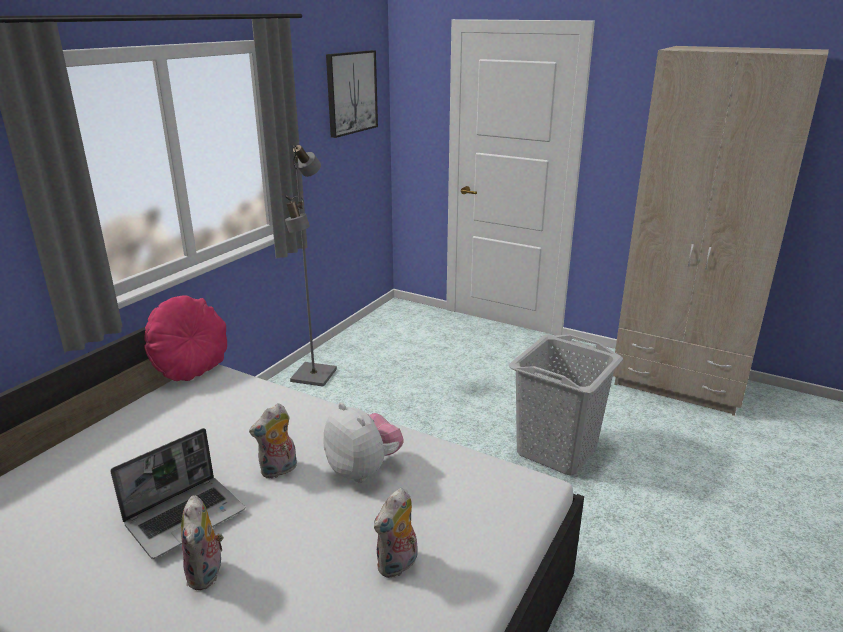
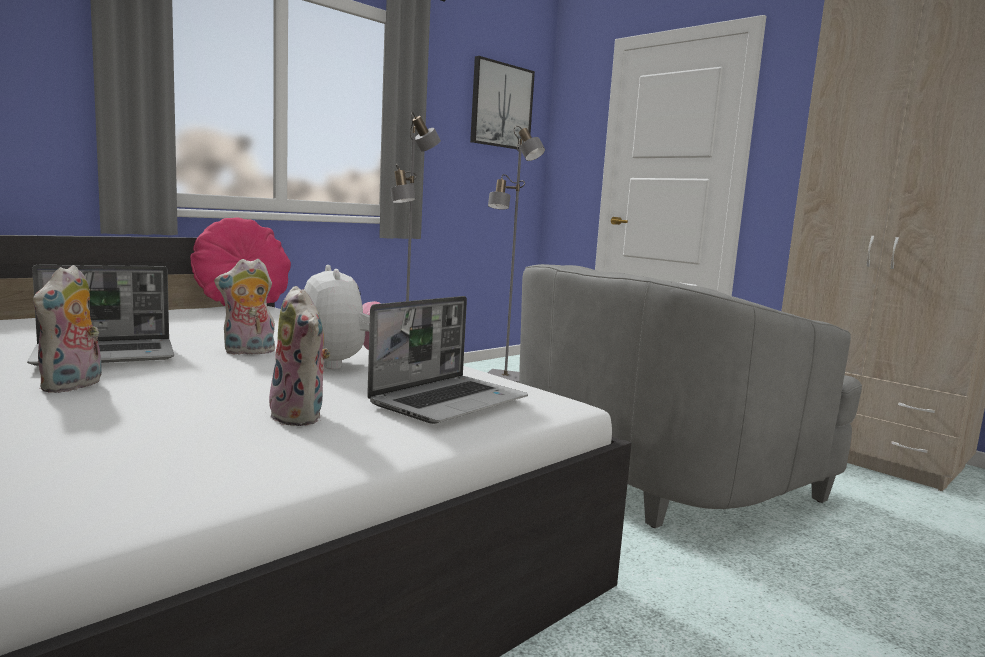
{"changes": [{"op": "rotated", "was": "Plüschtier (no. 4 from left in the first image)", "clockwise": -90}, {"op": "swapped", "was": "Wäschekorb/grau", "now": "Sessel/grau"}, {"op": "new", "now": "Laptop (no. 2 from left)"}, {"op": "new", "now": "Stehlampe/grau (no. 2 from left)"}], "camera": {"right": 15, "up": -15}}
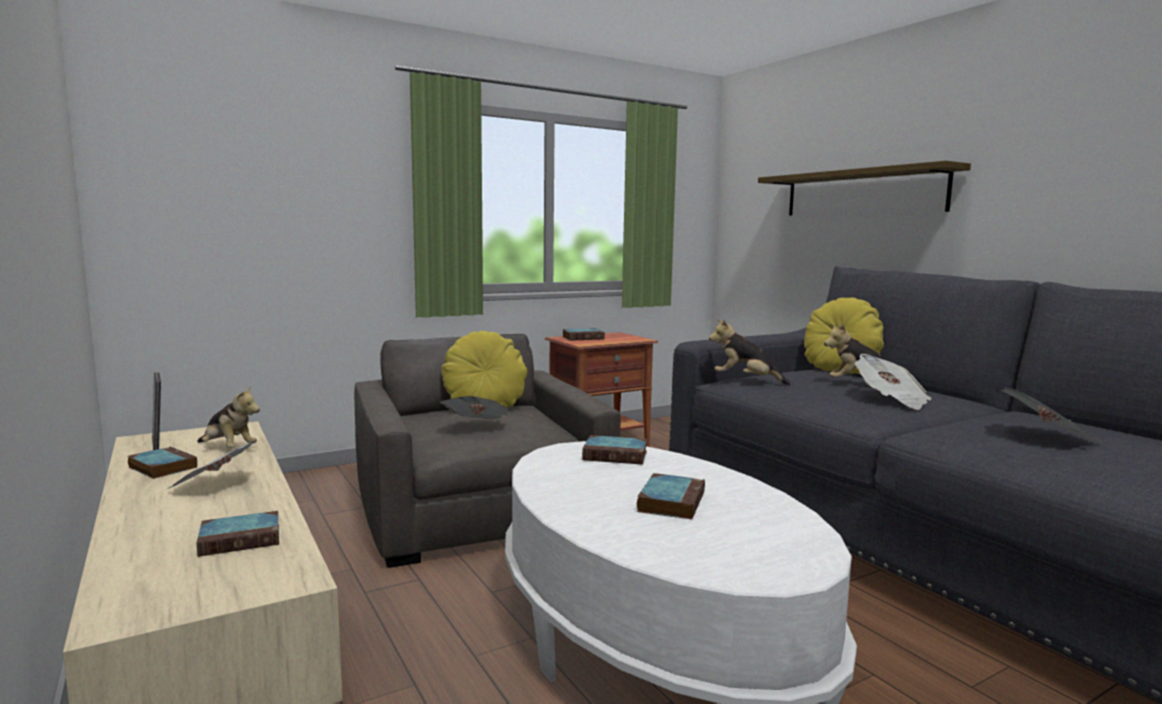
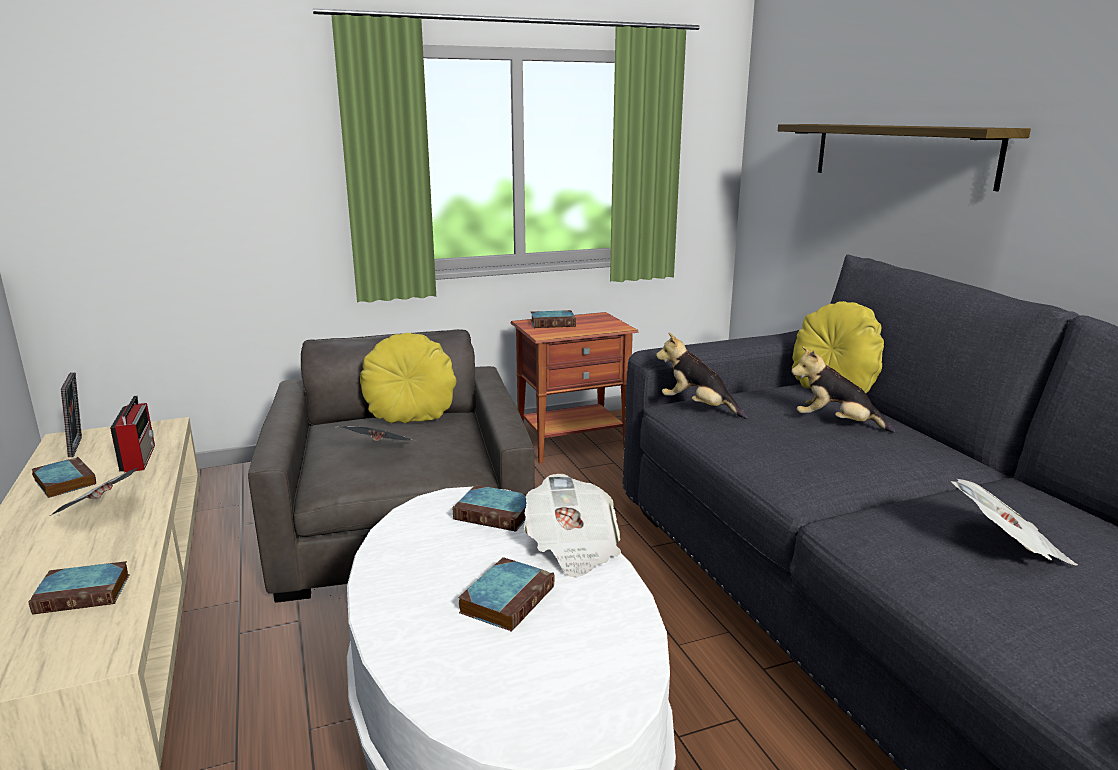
{"changes": [{"op": "swapped", "was": "Plüschtier (no. 1 from left)", "now": "Radio"}, {"op": "shifted", "was": "Zeitung (no. 3 from left)"}], "camera": {"right": 10, "up": 10}}
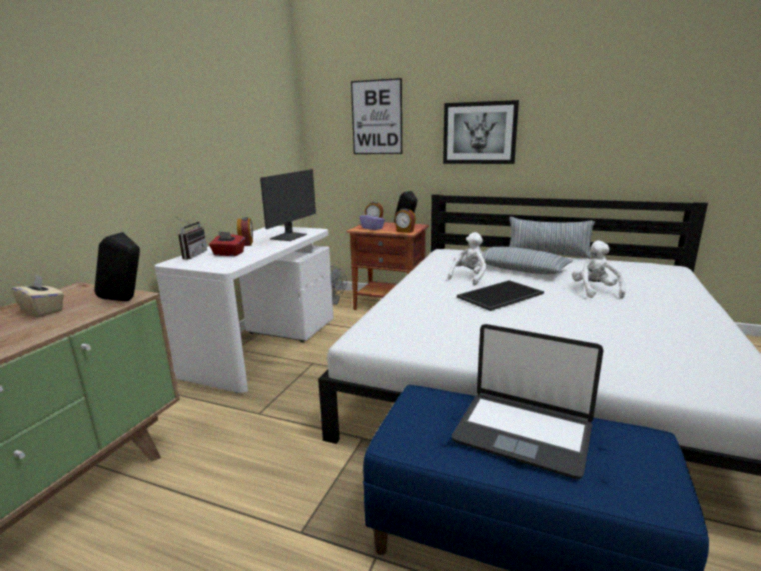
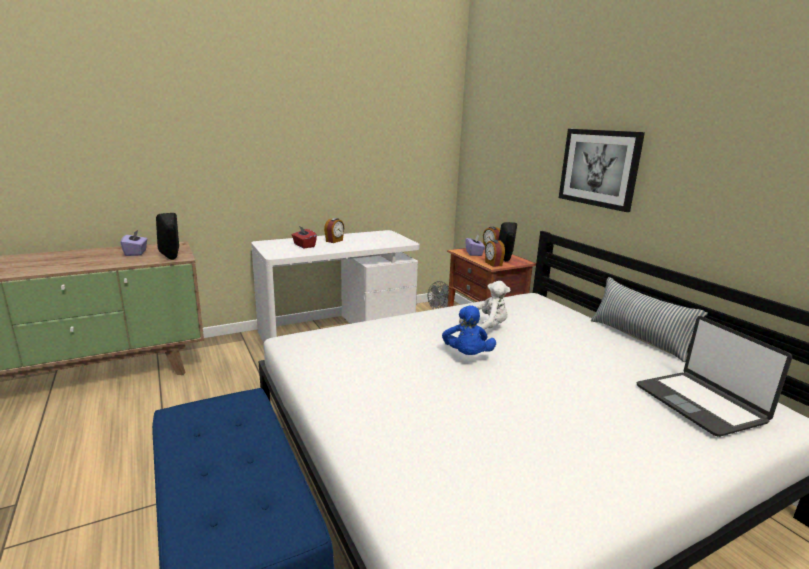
{"changes": [{"op": "repainted", "was": "Taschentuchbox/beige", "now": "Taschentuchbox/lila (no. 1 from left)"}, {"op": "gone", "was": "Radio"}, {"op": "gone", "was": "Monitor"}, {"op": "gone", "was": "Bild (no. 1 from left)"}, {"op": "shifted", "was": "Laptop"}, {"op": "swapped", "was": "Tablett", "now": "Plüschtier/blau"}, {"op": "gone", "was": "Kissen (no. 1 from left)"}, {"op": "gone", "was": "Plüschtier/weiß (no. 2 from left)"}], "camera": {"right": 40, "up": 0}}
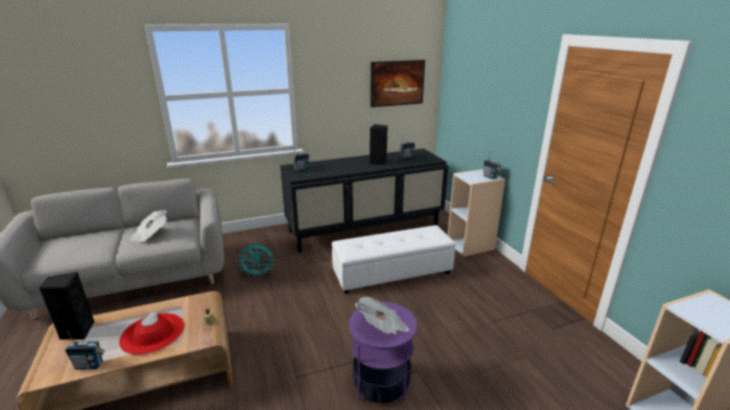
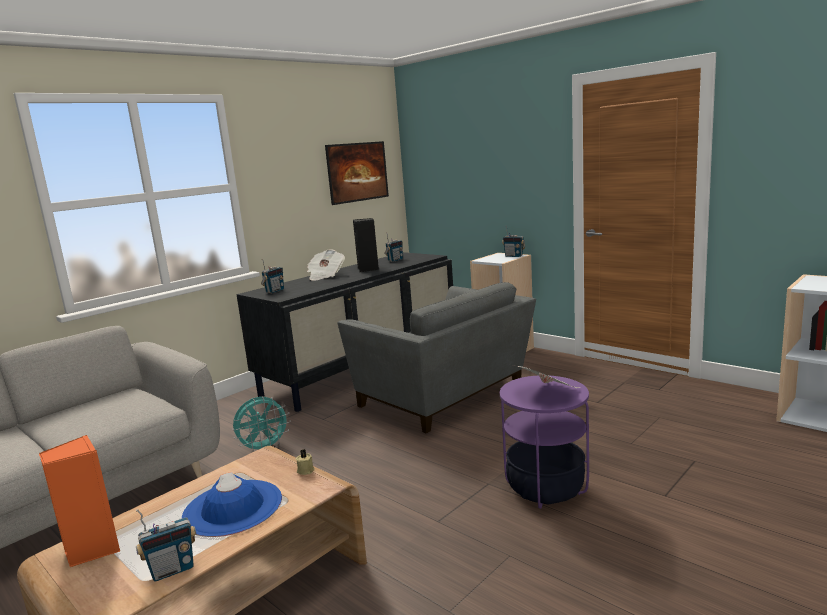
{"changes": [{"op": "repainted", "was": "Lautsprecher/schwarz (no. 1 from left)", "now": "Lautsprecher/orange"}, {"op": "repainted", "was": "Hut/rot", "now": "Hut/blau"}, {"op": "shifted", "was": "Zeitung (no. 1 from left)"}, {"op": "swapped", "was": "Polsterhocker/weiß", "now": "Sessel/grau"}], "camera": {"right": -25, "up": -10}}
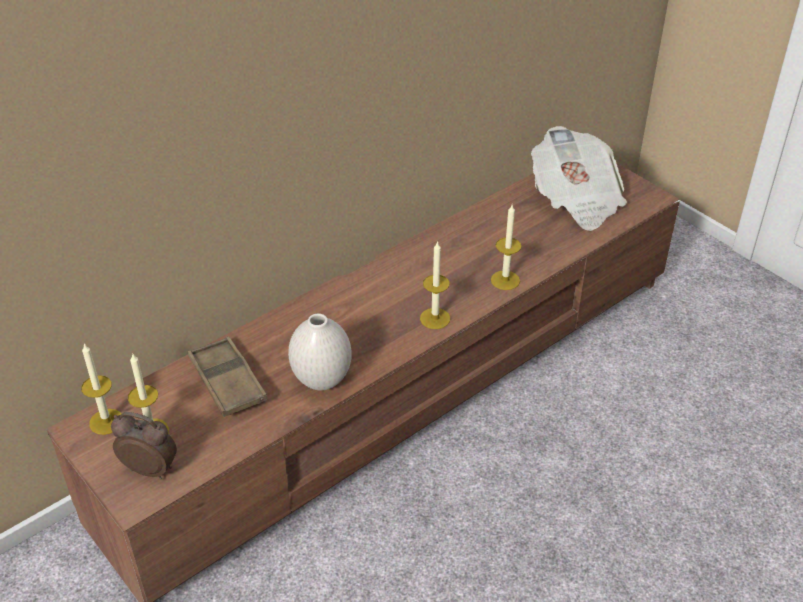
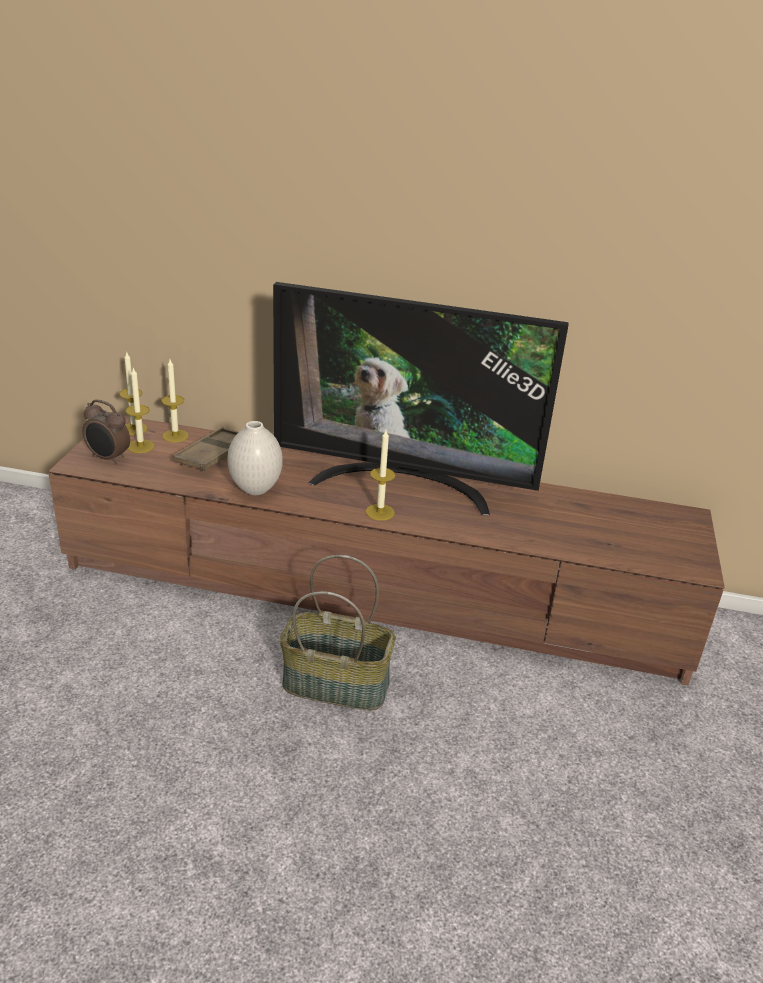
{"changes": [{"op": "rotated", "was": "Wecker", "clockwise": 135}, {"op": "shifted", "was": "Kerze (no. 4 from left in the first image)", "now": "Kerze (no. 3 from left)"}, {"op": "gone", "was": "Zeitung"}, {"op": "new", "now": "Fernseher"}, {"op": "new", "now": "Korb"}], "camera": {"right": 50, "up": -10}}
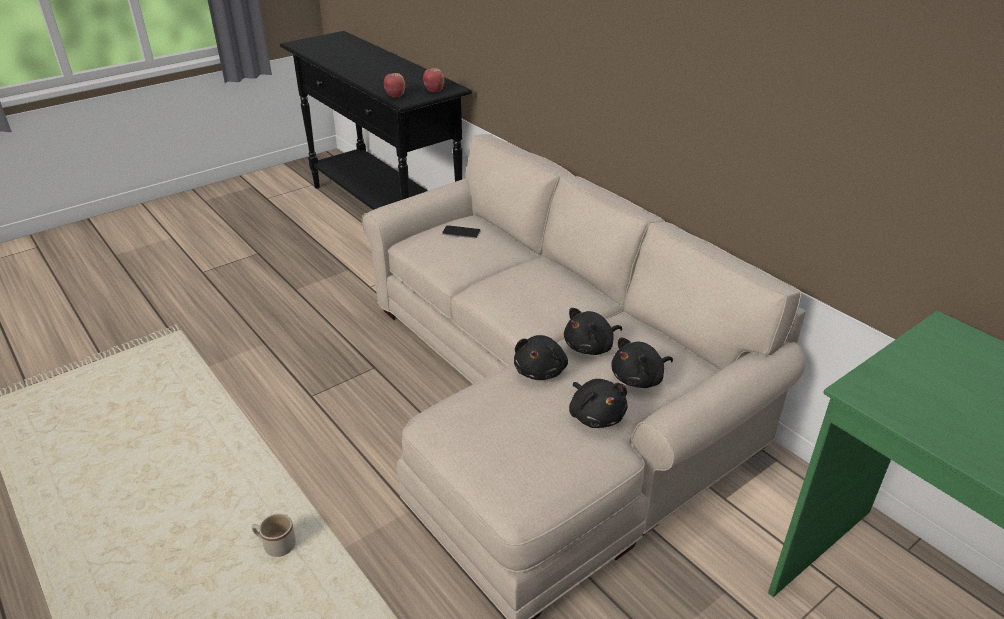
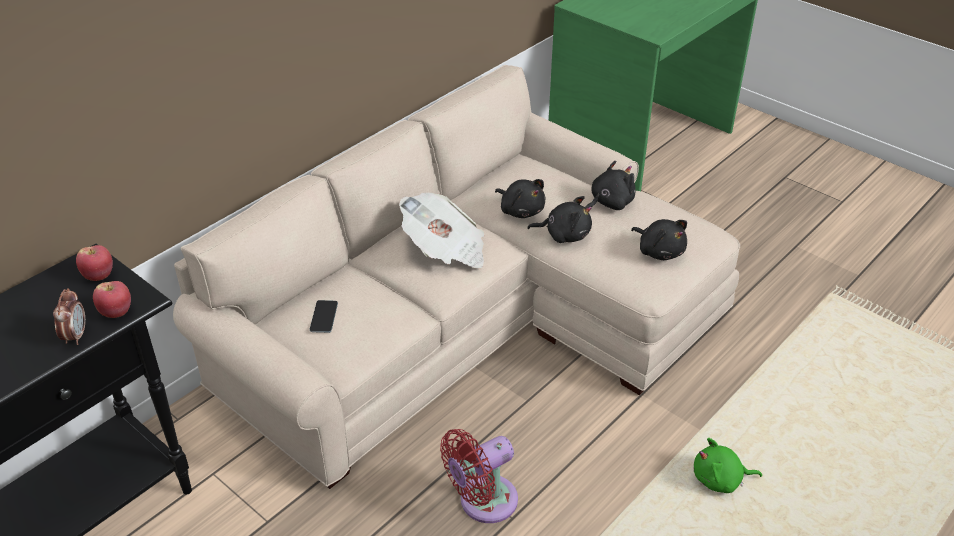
{"changes": [{"op": "swapped", "was": "Henkelbecher/beige", "now": "Plüschtier/grün"}, {"op": "shifted", "was": "Plüschtier/schwarz (no. 4 from left)"}, {"op": "new", "now": "Wecker"}, {"op": "new", "now": "Zeitung"}, {"op": "new", "now": "Ventilator/rot"}], "camera": {"right": -100, "up": 5}}
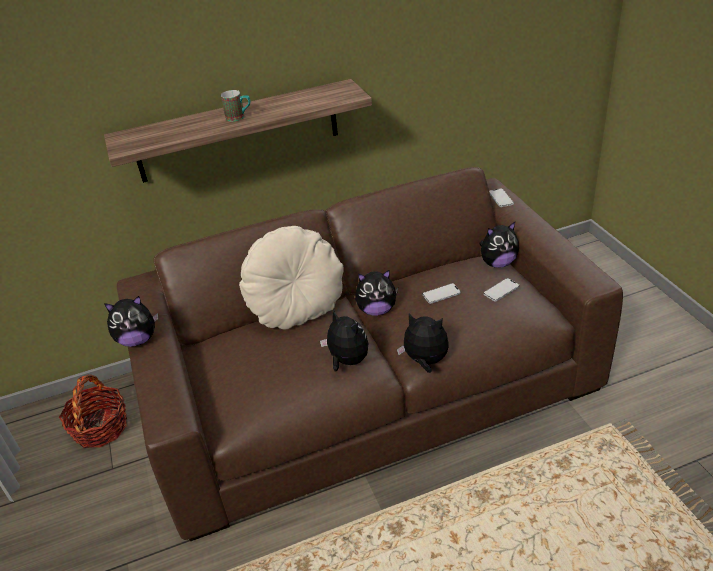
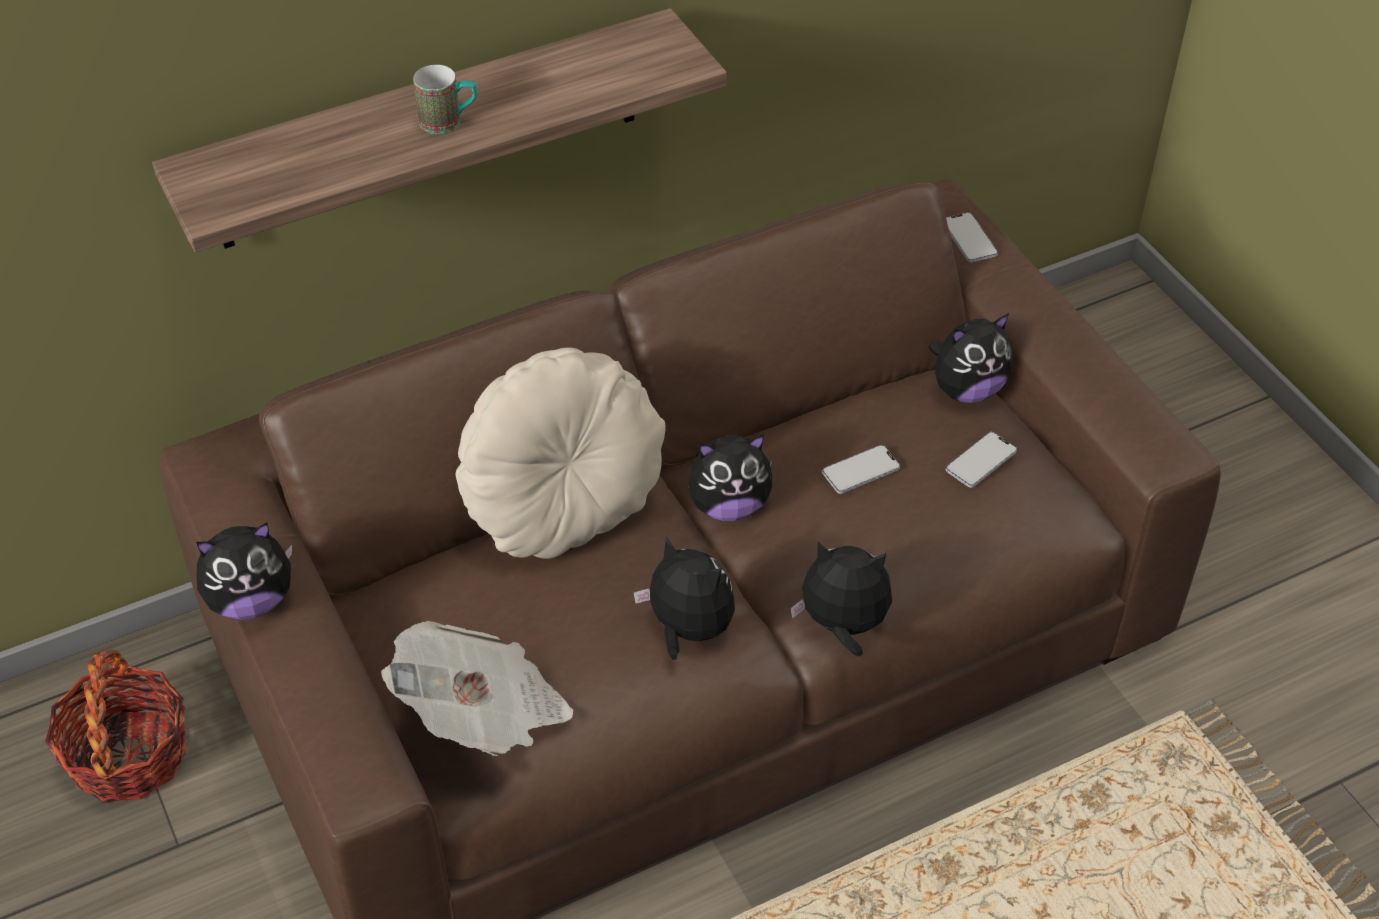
{"changes": [{"op": "new", "now": "Zeitung"}], "camera": {"right": -10, "up": 10}}
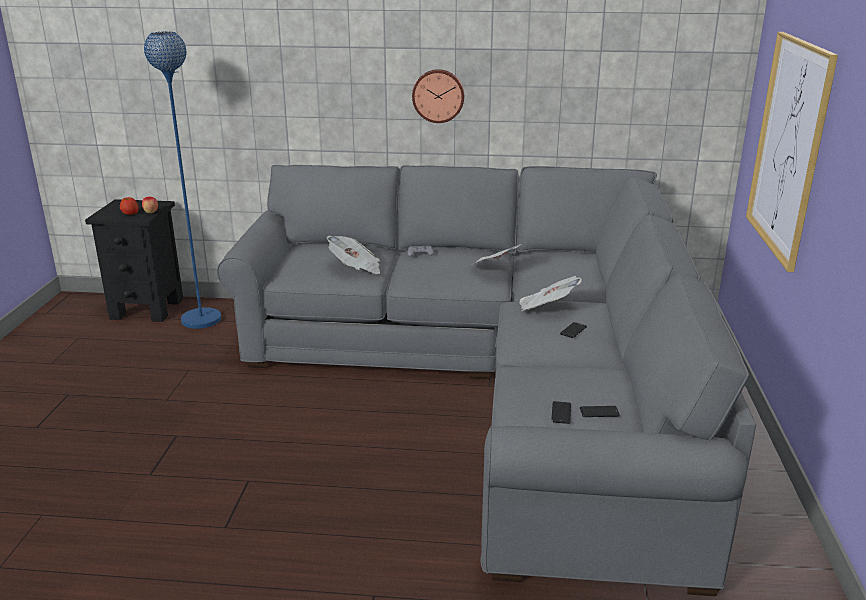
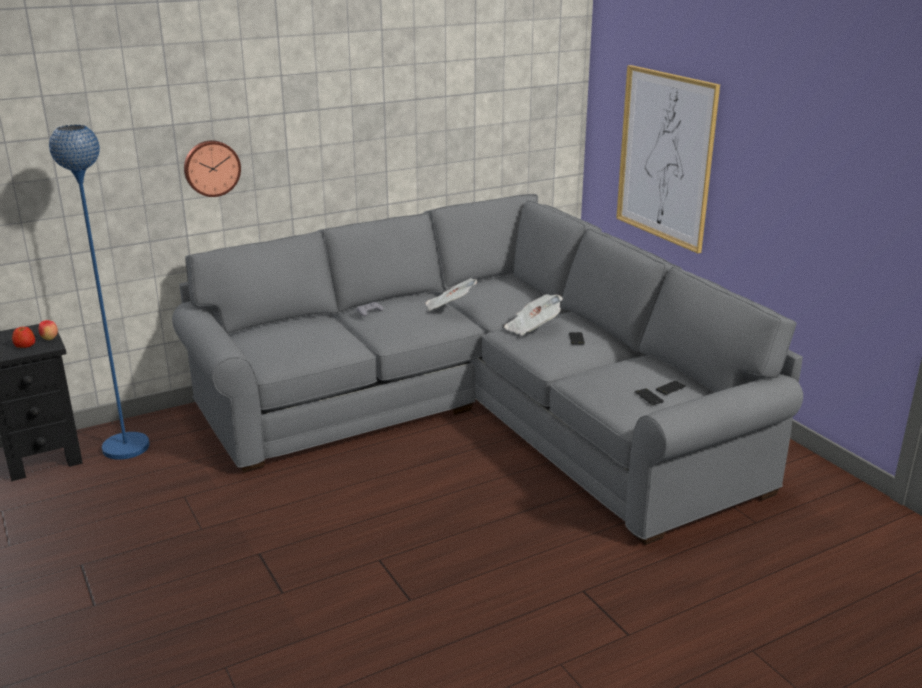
{"changes": [{"op": "gone", "was": "Zeitung (no. 1 from left)"}, {"op": "shifted", "was": "Wanduhr"}], "camera": {"right": -35, "up": 0}}
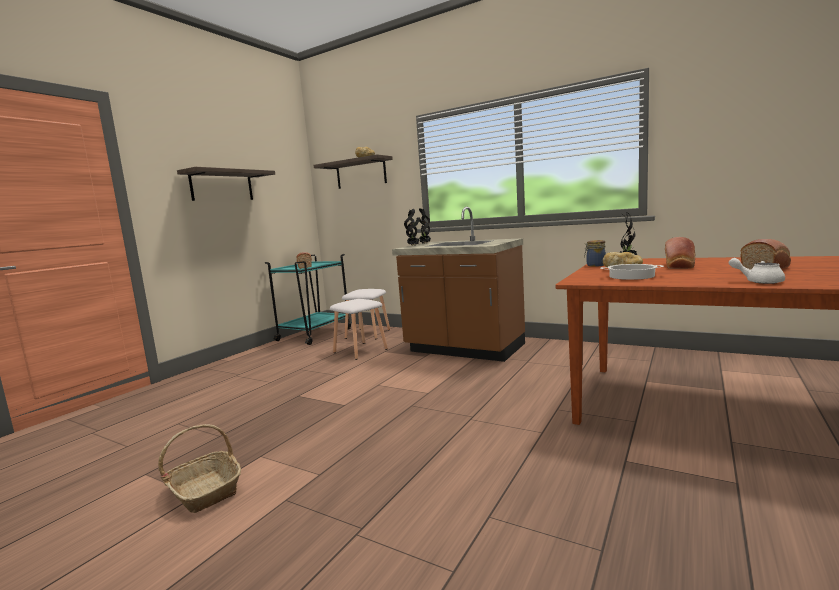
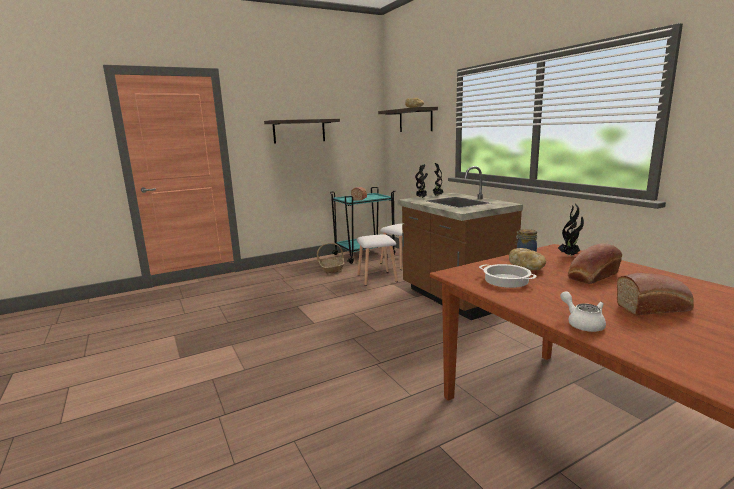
{"changes": [{"op": "shifted", "was": "Korb"}], "camera": {"right": 30, "up": 5}}
